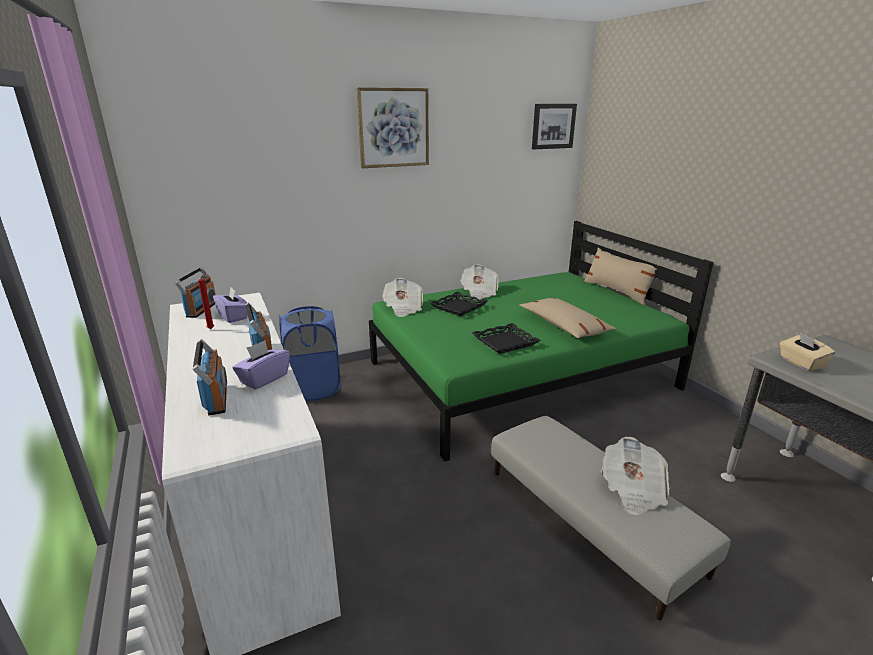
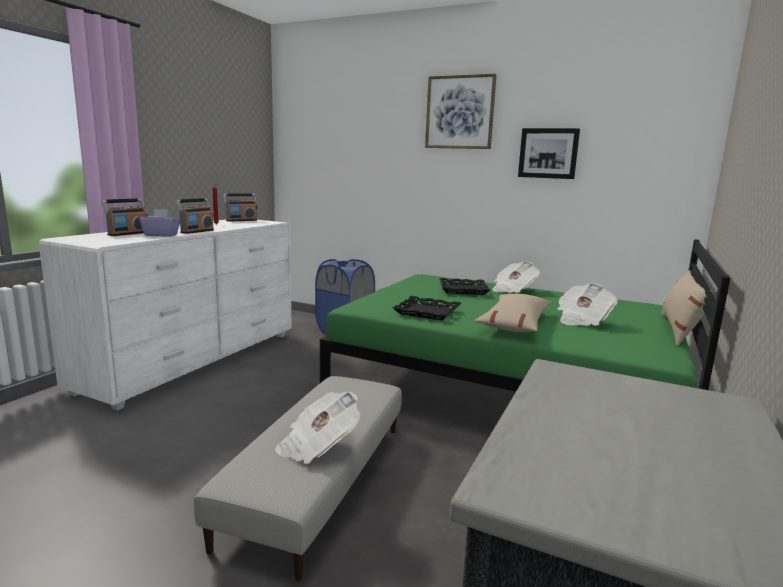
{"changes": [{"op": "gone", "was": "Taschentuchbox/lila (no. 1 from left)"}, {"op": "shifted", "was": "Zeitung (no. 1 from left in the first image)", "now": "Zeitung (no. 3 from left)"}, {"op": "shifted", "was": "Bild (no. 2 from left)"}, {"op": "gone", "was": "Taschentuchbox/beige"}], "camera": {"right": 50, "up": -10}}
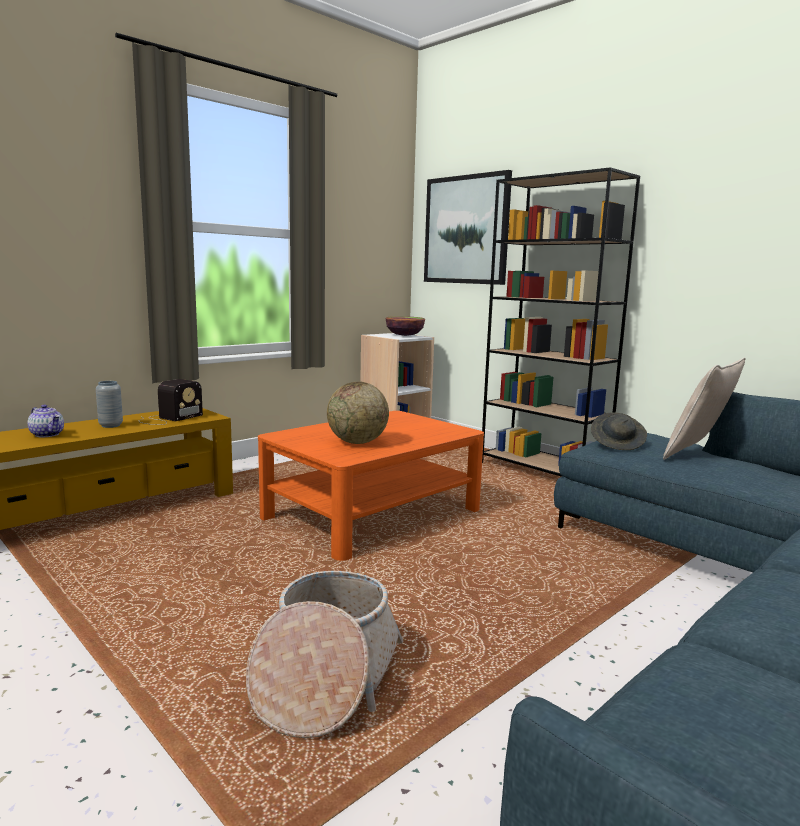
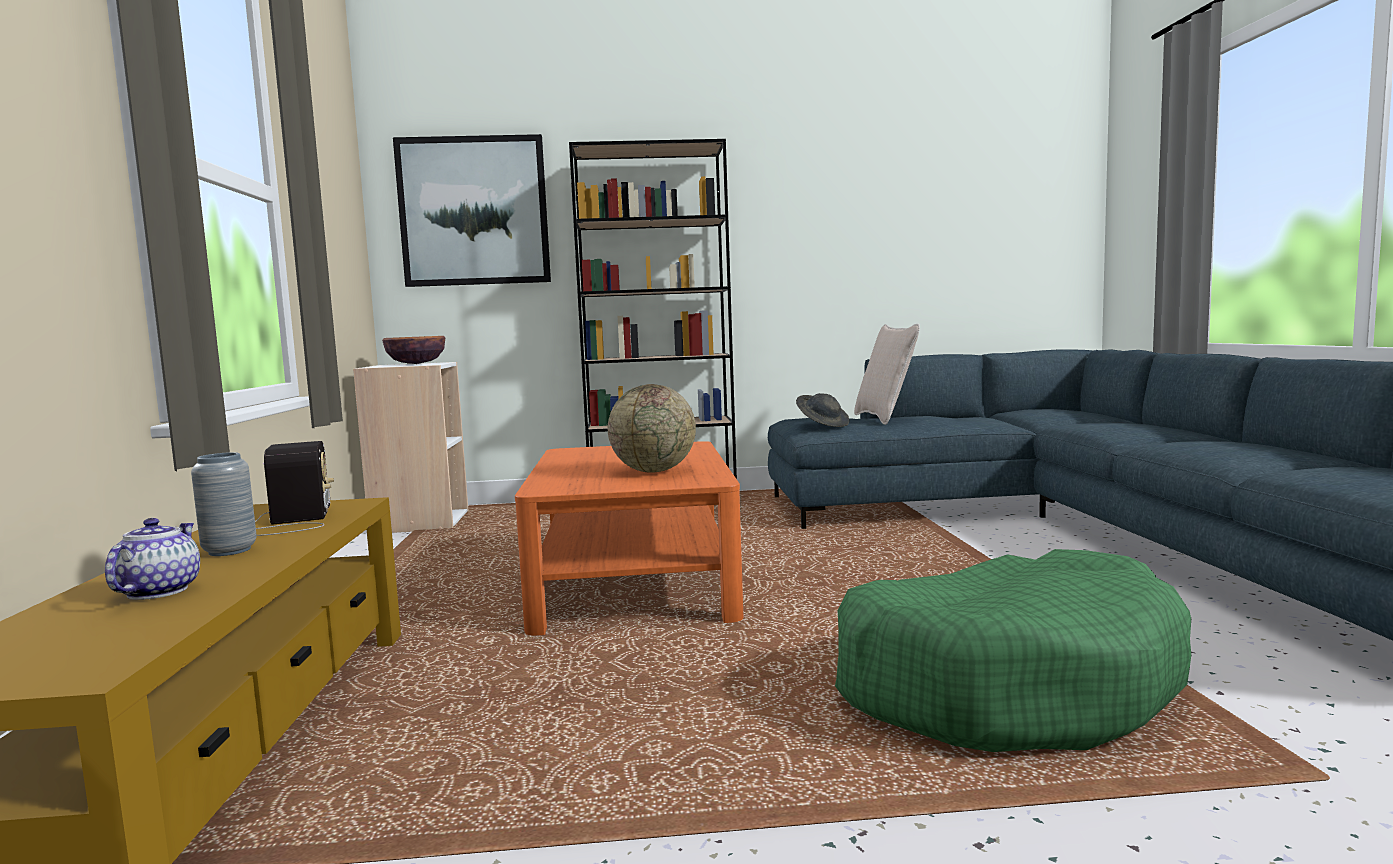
{"changes": [{"op": "rotated", "was": "Teekanne", "clockwise": -75}, {"op": "swapped", "was": "Korb", "now": "Hundebett/grün"}], "camera": {"right": -50, "up": -5}}
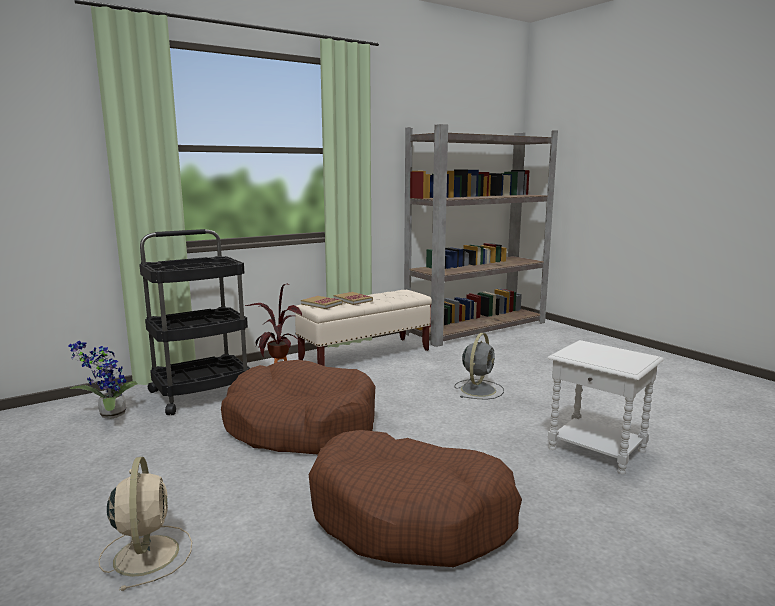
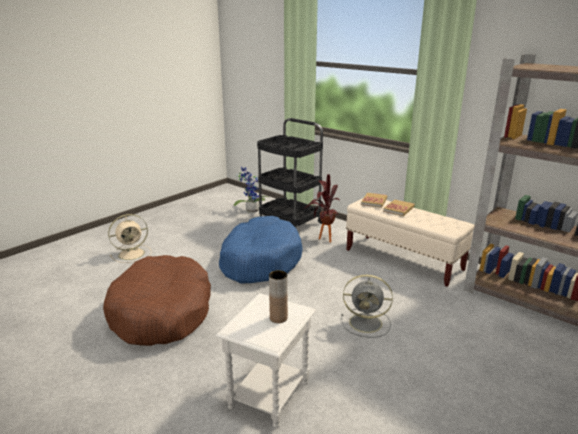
{"changes": [{"op": "repainted", "was": "Hundebett/braun (no. 1 from left)", "now": "Hundebett/blau"}, {"op": "new", "now": "Vase/braun"}], "camera": {"right": 75, "up": 10}}
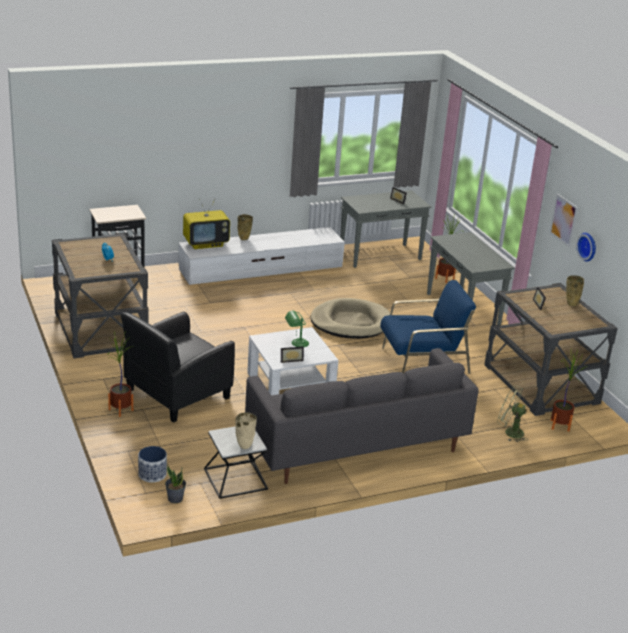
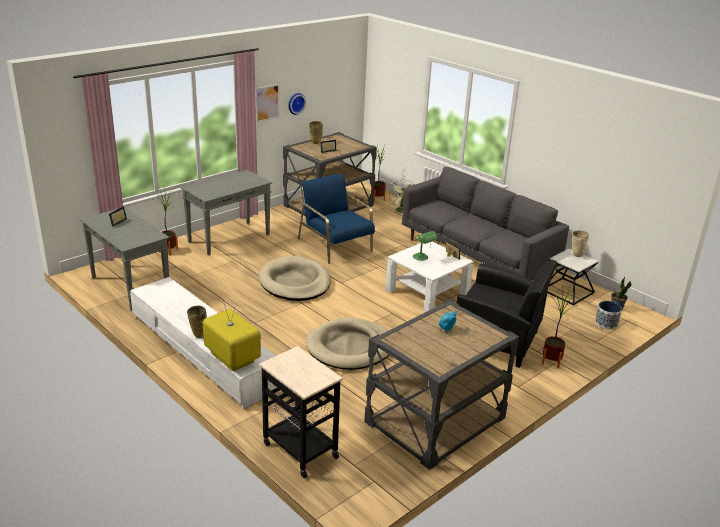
{"changes": [{"op": "new", "now": "Hundebett/beige (no. 2 from left)"}], "camera": {"right": -110, "up": 0}}
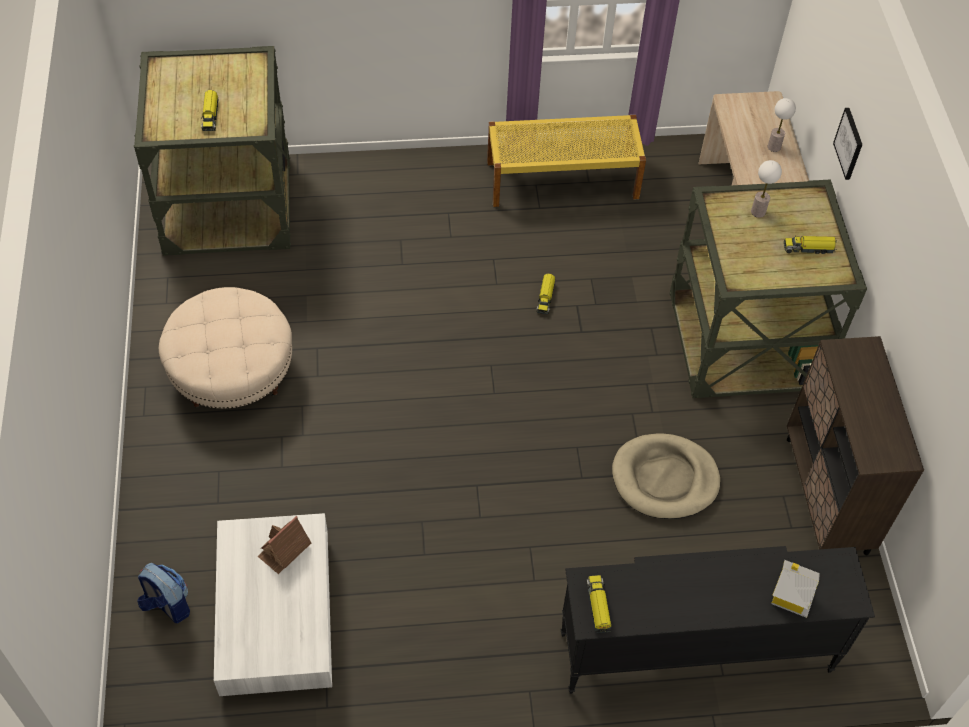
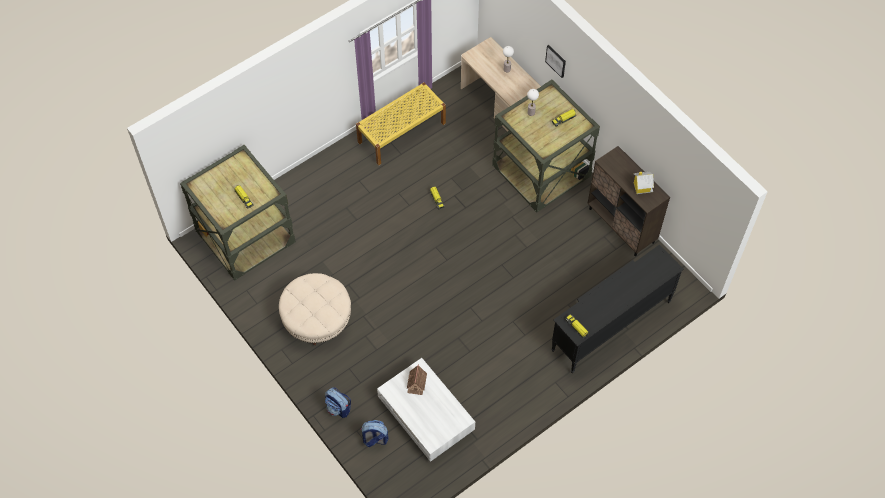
{"changes": [{"op": "gone", "was": "Hundebett/beige"}, {"op": "shifted", "was": "Spielzeughaus (no. 2 from left)"}, {"op": "new", "now": "Rucksack (no. 1 from left)"}], "camera": {"right": -30, "up": 5}}
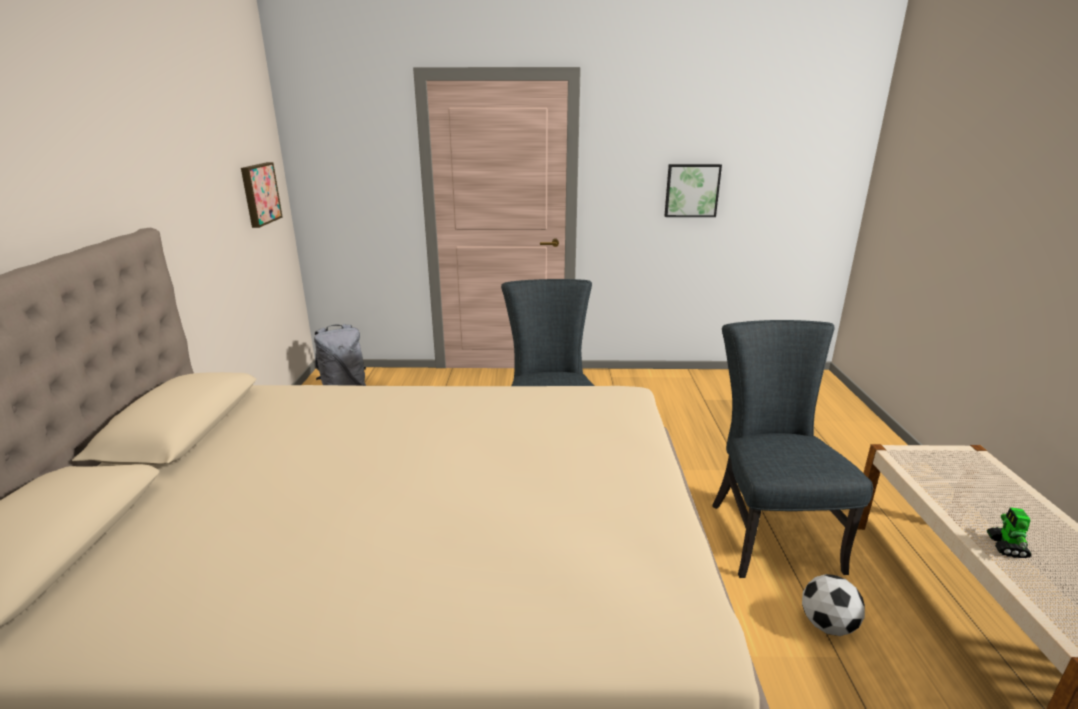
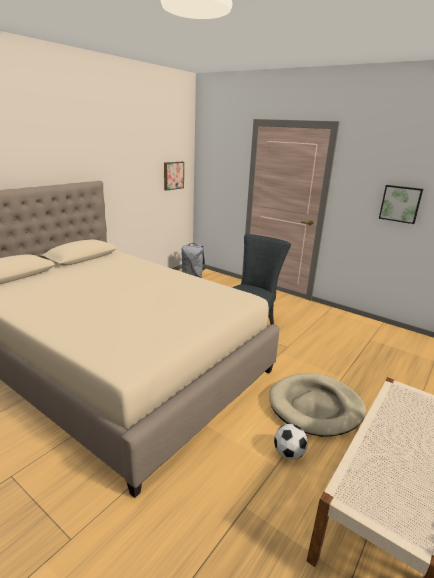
{"changes": [{"op": "swapped", "was": "Stuhl/grau (no. 2 from left)", "now": "Hundebett/beige"}, {"op": "gone", "was": "Spielzeugroboter"}], "camera": {"right": 35, "up": 0}}
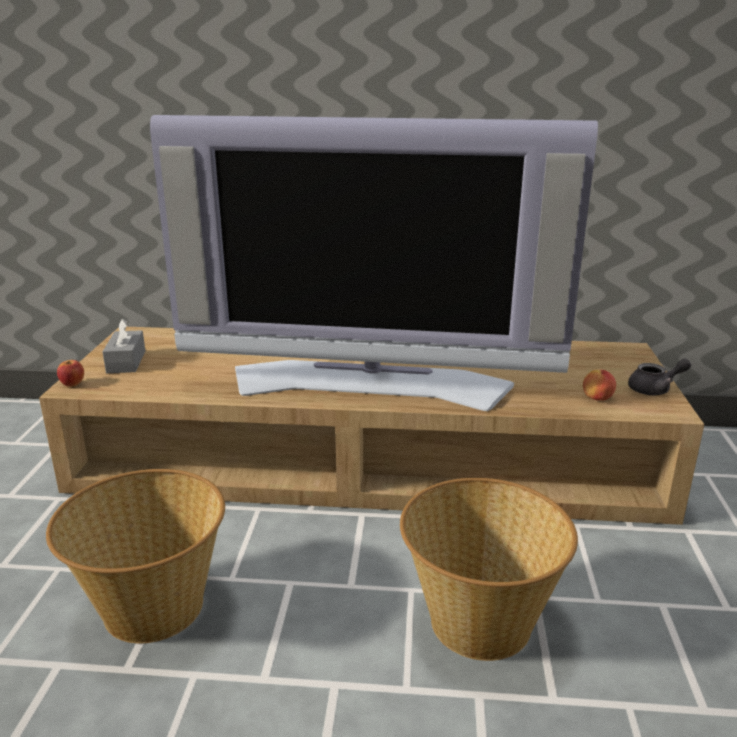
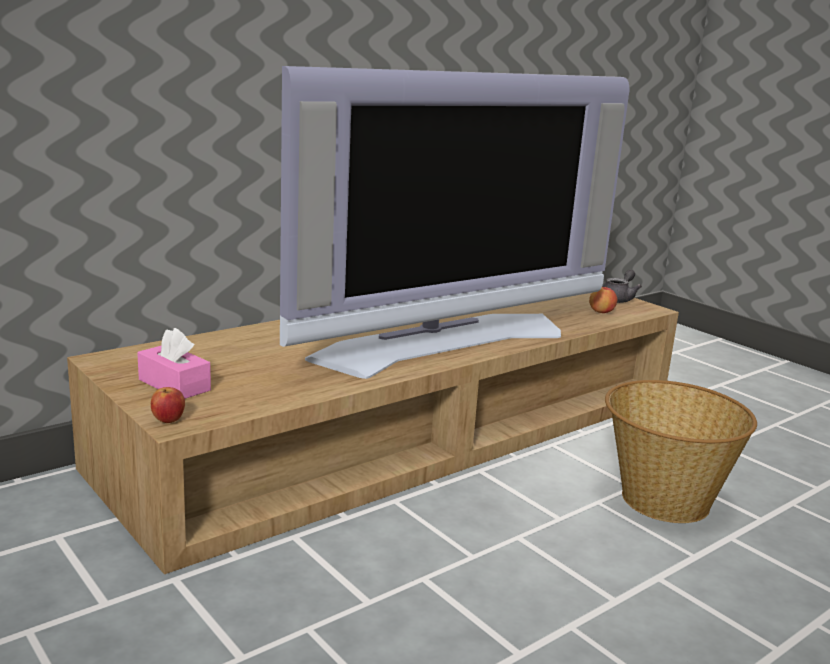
{"changes": [{"op": "gone", "was": "Korb (no. 1 from left)"}, {"op": "repainted", "was": "Taschentuchbox/grau", "now": "Taschentuchbox/rosa"}], "camera": {"right": -45, "up": -5}}
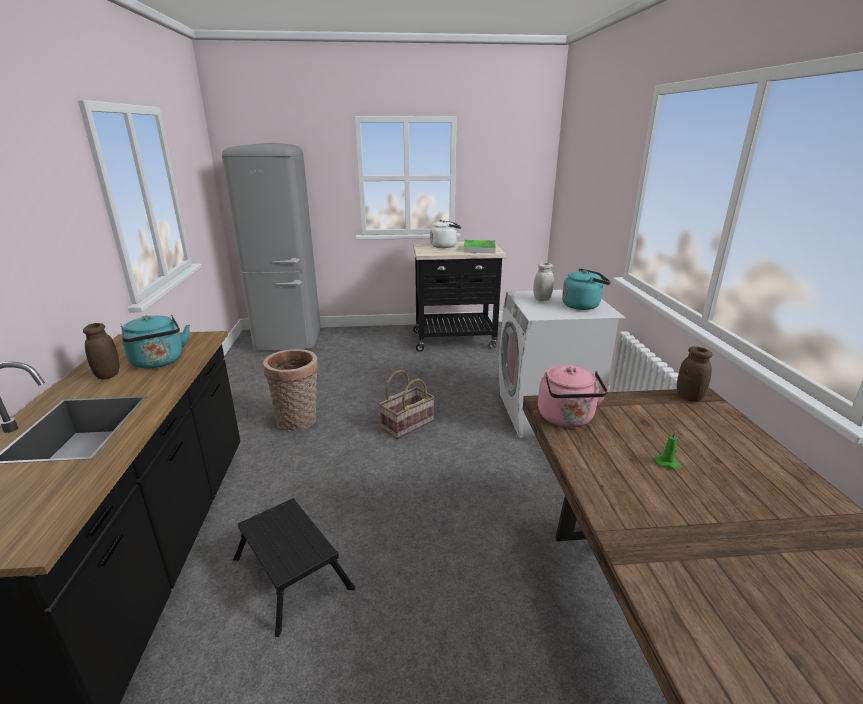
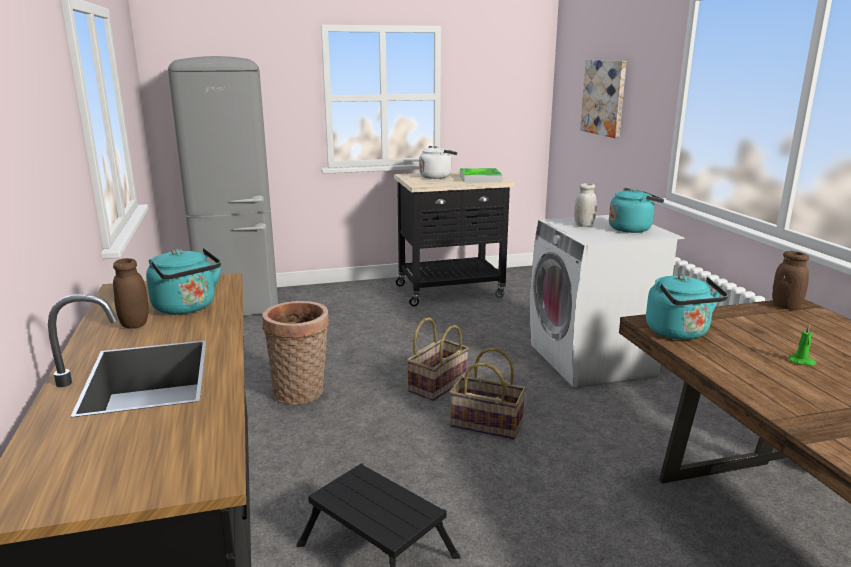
{"changes": [{"op": "repainted", "was": "Wasserkessel/rosa", "now": "Wasserkessel/türkis (no. 3 from left)"}, {"op": "new", "now": "Korb (no. 3 from left)"}, {"op": "new", "now": "Bild"}], "camera": {"right": -10, "up": -5}}
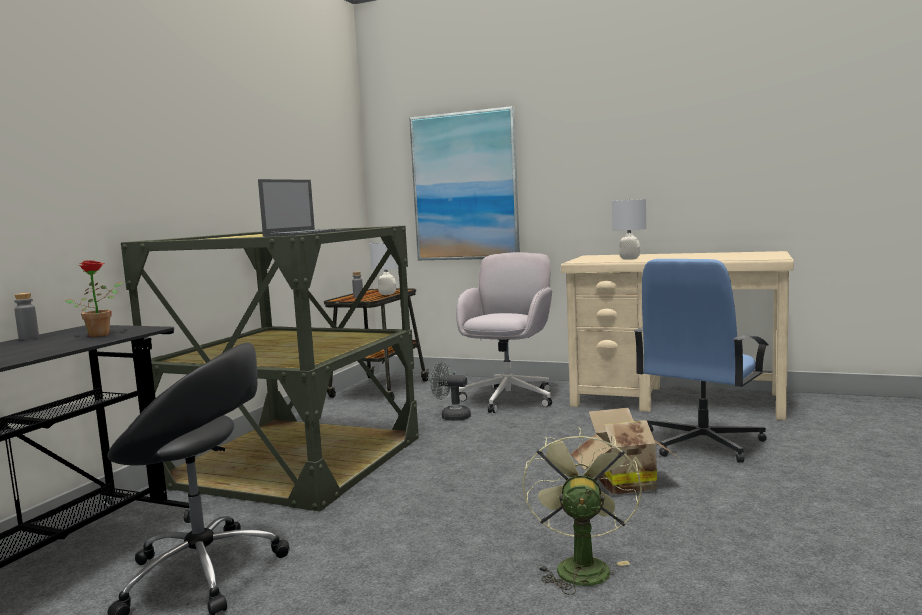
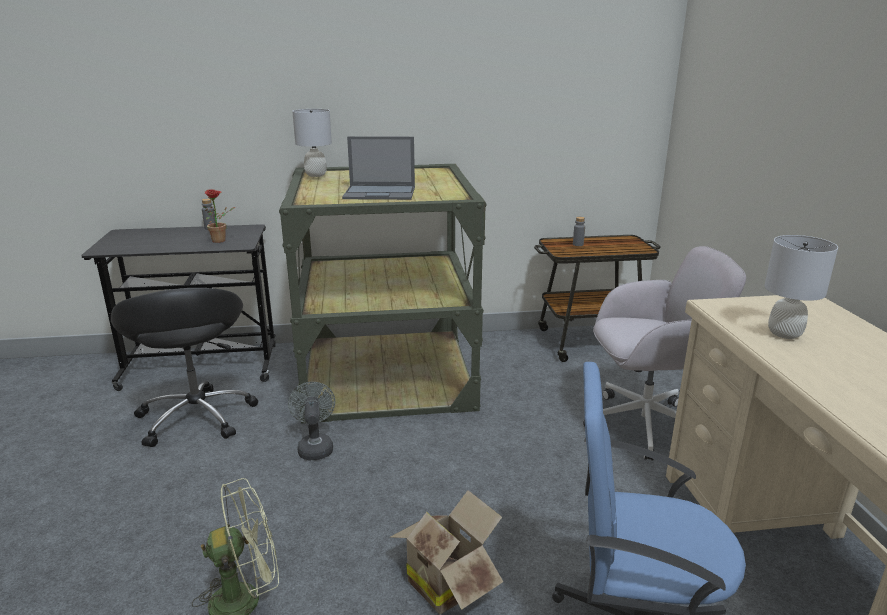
{"changes": [{"op": "shifted", "was": "Tischlampe/grau (no. 1 from left)"}, {"op": "gone", "was": "Bild"}, {"op": "shifted", "was": "Ventilator/grau"}], "camera": {"right": 60, "up": 15}}
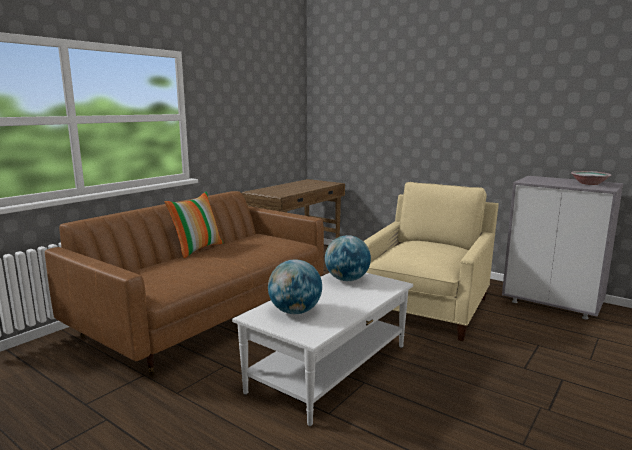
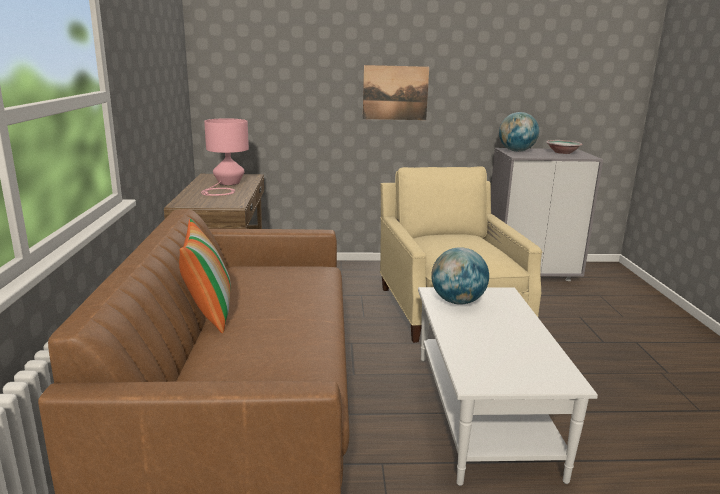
{"changes": [{"op": "shifted", "was": "Globus (no. 1 from left in the first image)", "now": "Globus (no. 2 from left)"}, {"op": "new", "now": "Tischlampe/rosa"}, {"op": "new", "now": "Bild"}], "camera": {"right": -40, "up": 5}}
